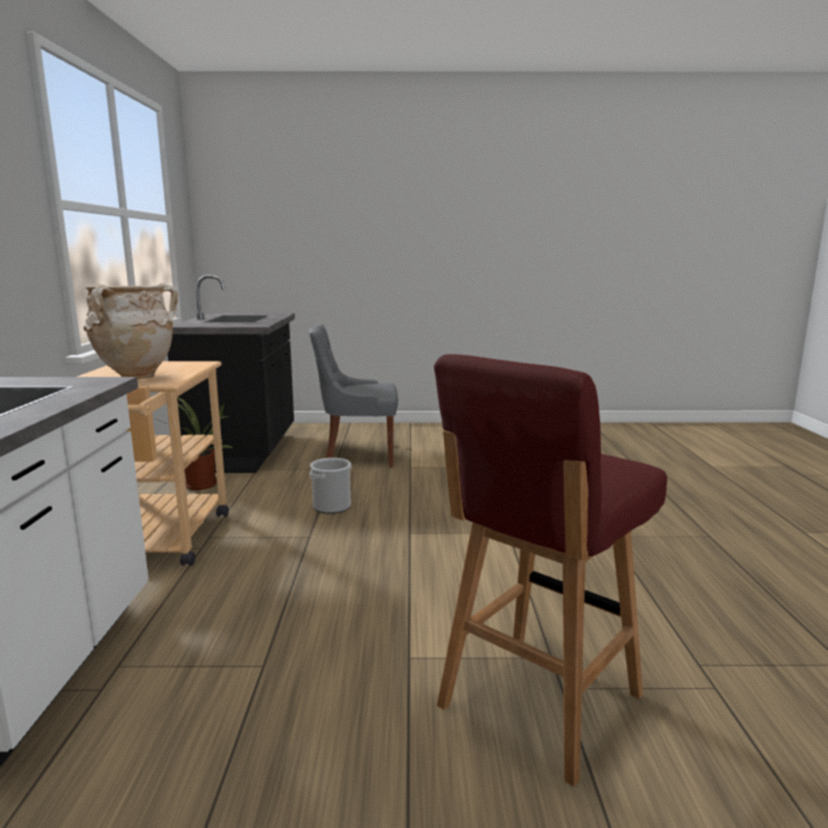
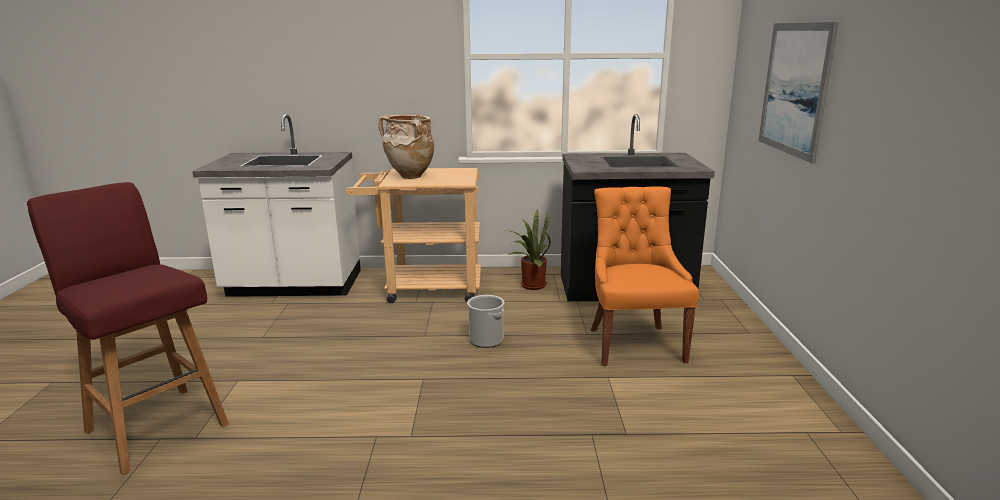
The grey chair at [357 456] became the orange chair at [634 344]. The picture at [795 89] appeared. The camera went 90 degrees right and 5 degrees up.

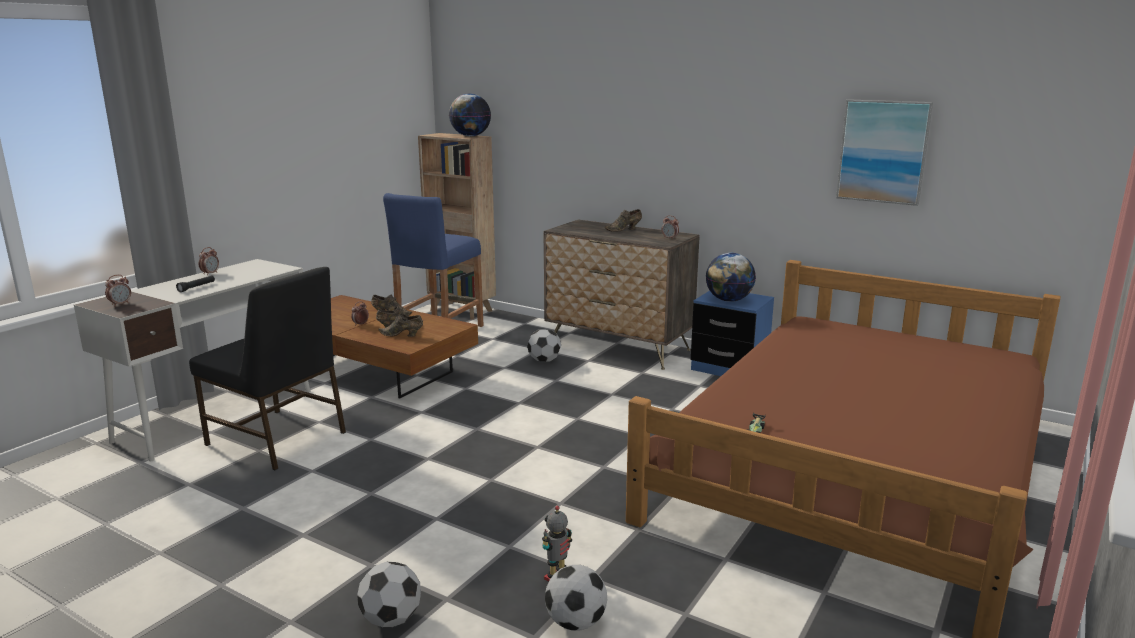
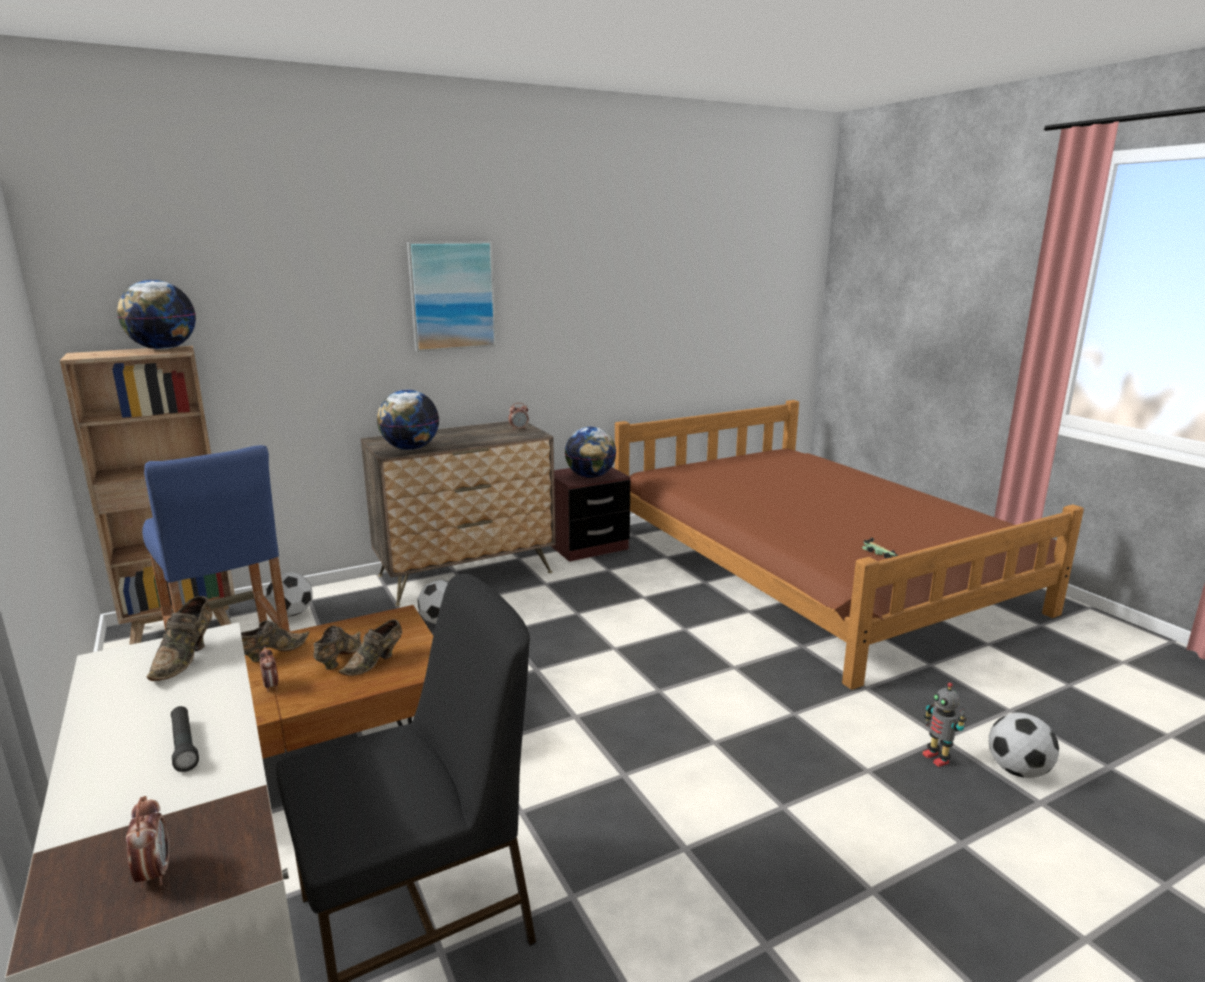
The brown shoe moved from [624 230] to [186 657]. The football moved from [391 619] to [292 614]. The globe at [410 448] appeared. The picture moved from [883 151] to [452 296]. The blue nightstand at [729 368] became the brown nightstand at [587 546]. The alarm clock at [210 273] disappeared. The camera went 60 degrees left and 0 degrees up.

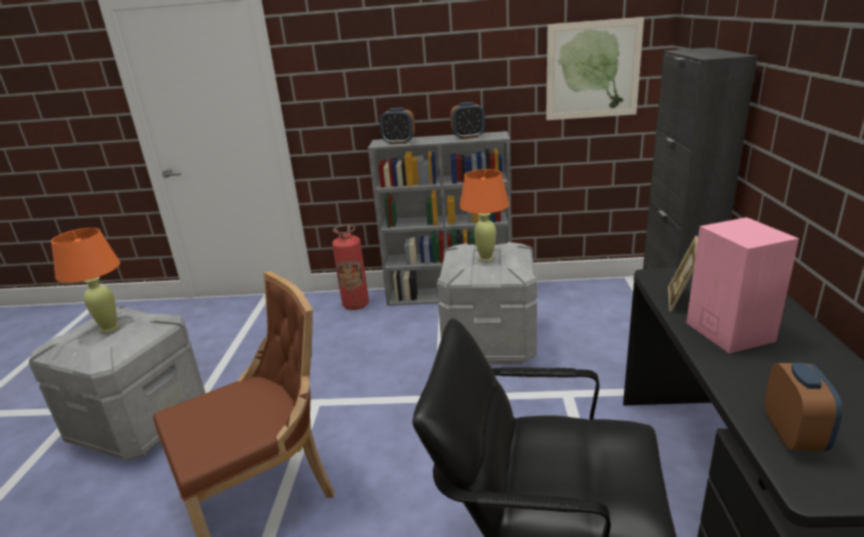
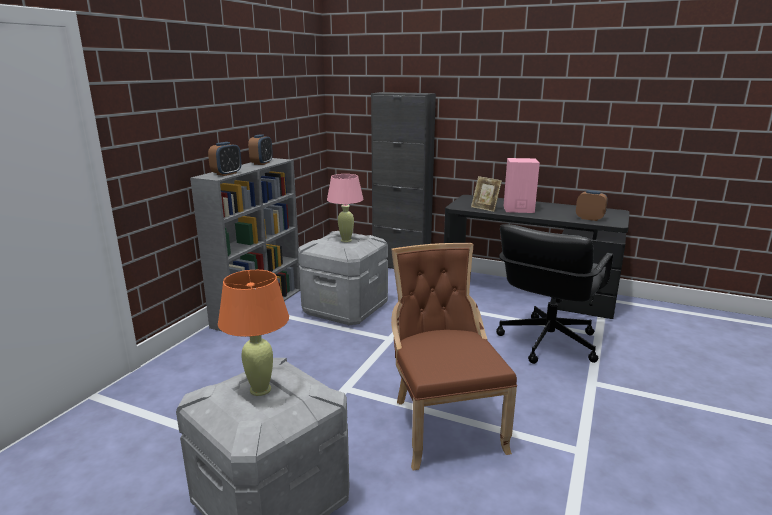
The orange table lamp at [486 258] became the pink table lamp at [346 240]. The fire extinguisher at [356 305] disappeared. The picture at [592 70] disappeared. The camera went 70 degrees left and 5 degrees down.

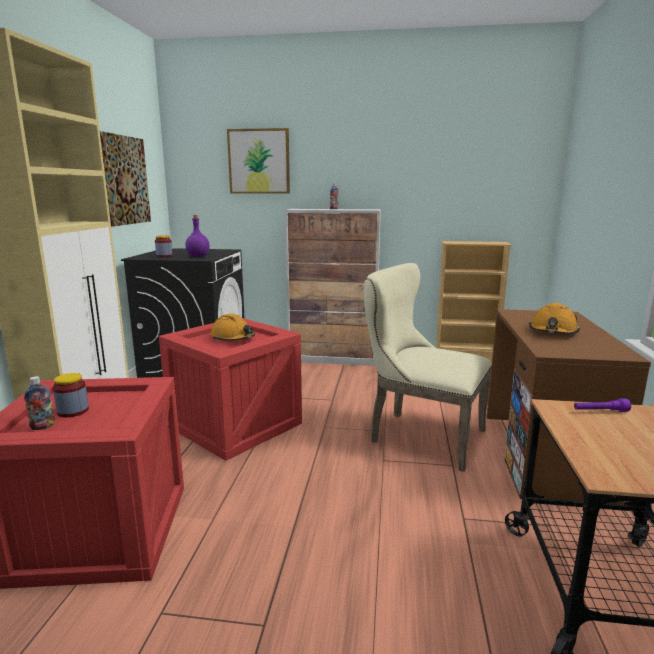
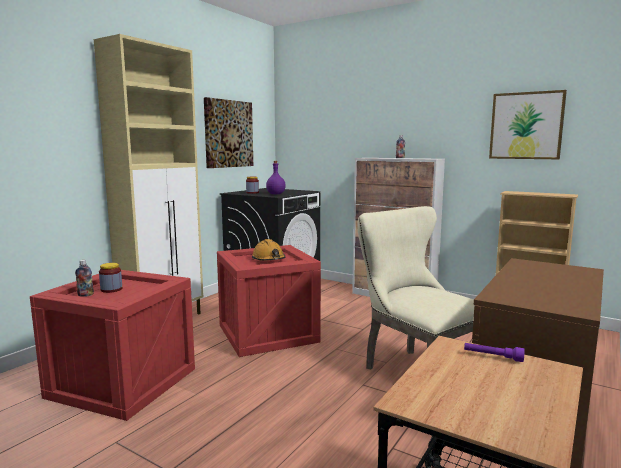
The picture moved from [259 161] to [526 126]. The orange hard hat at [553 331] disappeared. The camera went 25 degrees right and 5 degrees down.

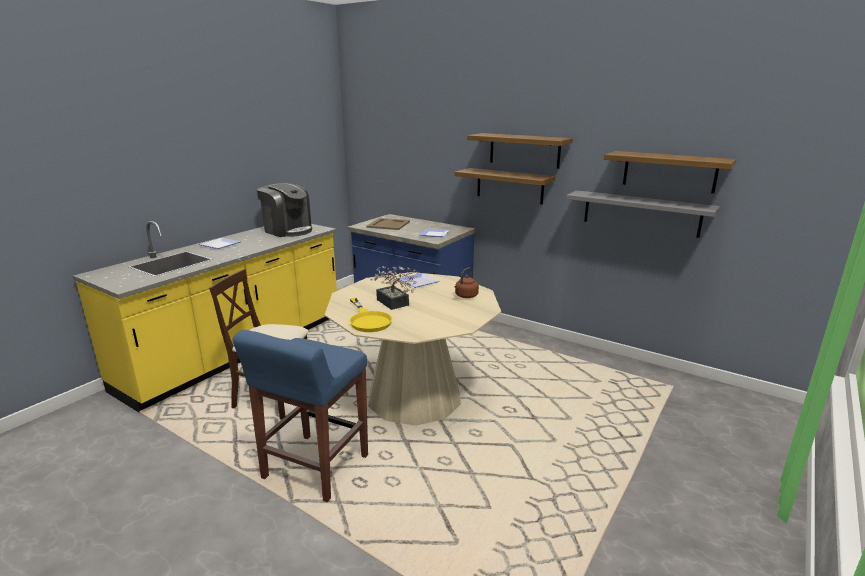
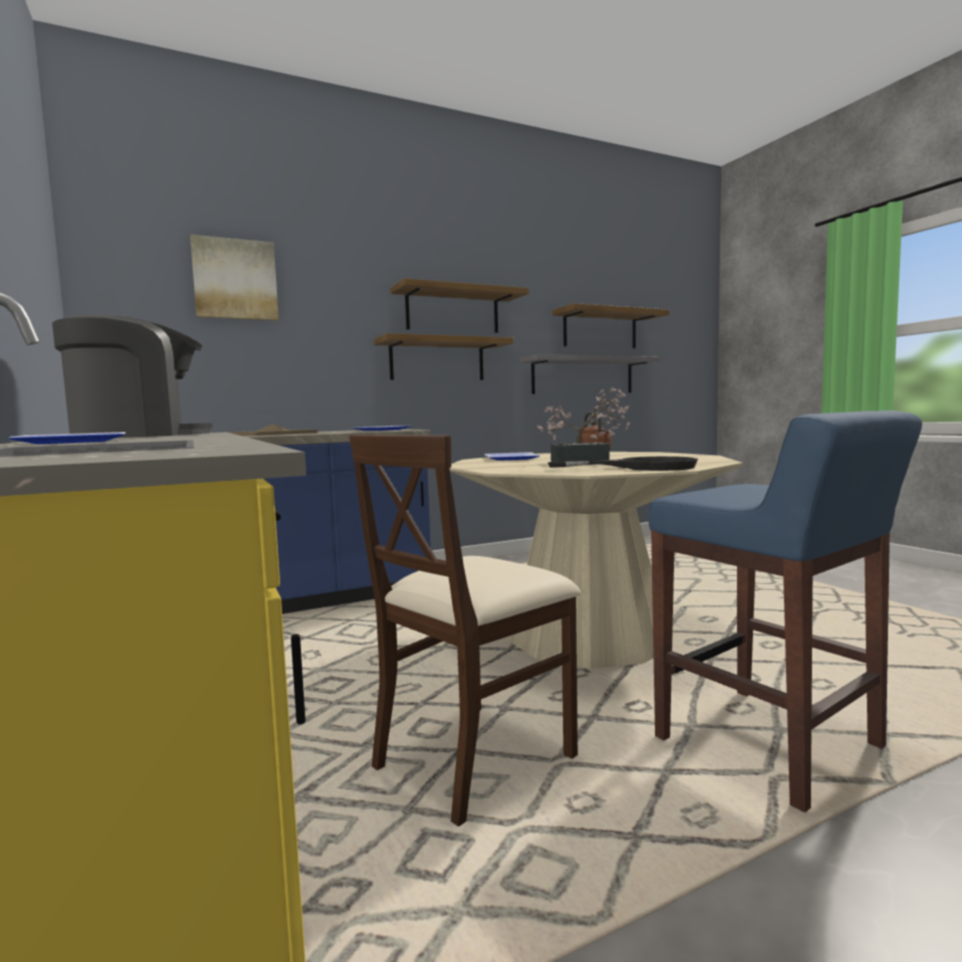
The picture at [235 279] appeared. The yellow frying pan at [368 320] became the black frying pan at [642 467]. The camera went 60 degrees left and 15 degrees down.

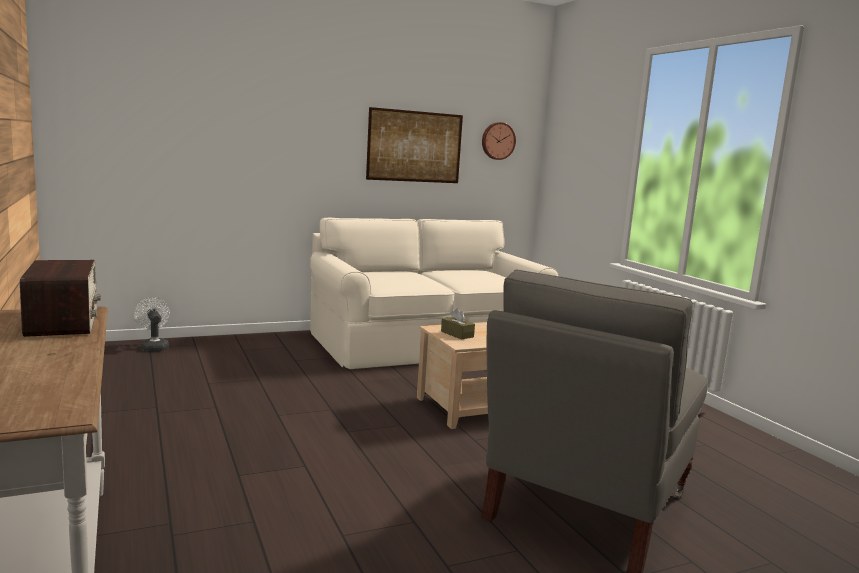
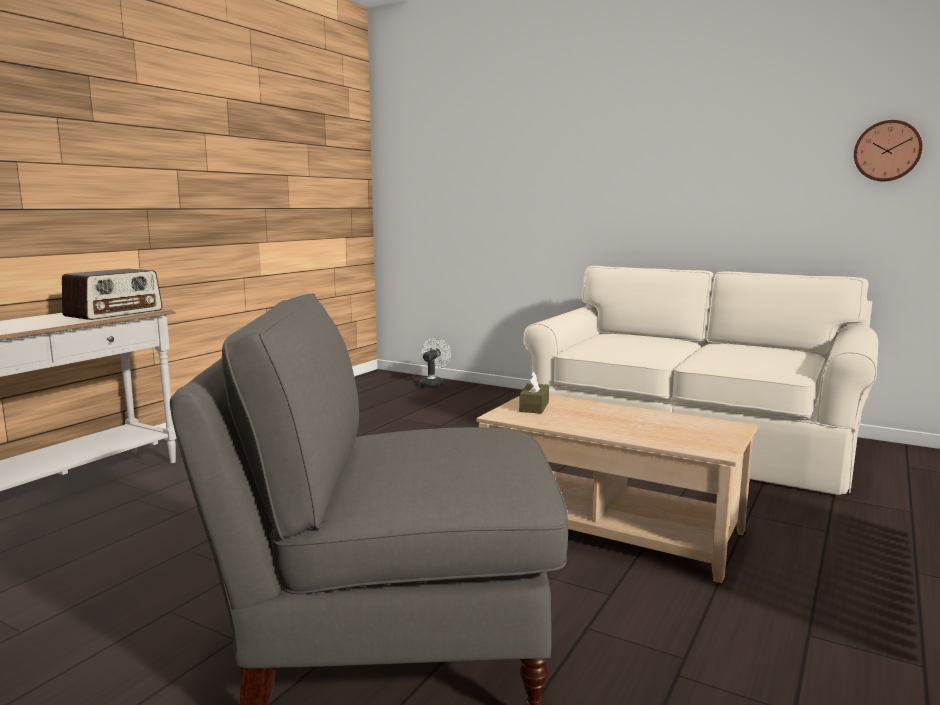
The picture at [415 146] disappeared. The camera went 55 degrees right and 0 degrees up.

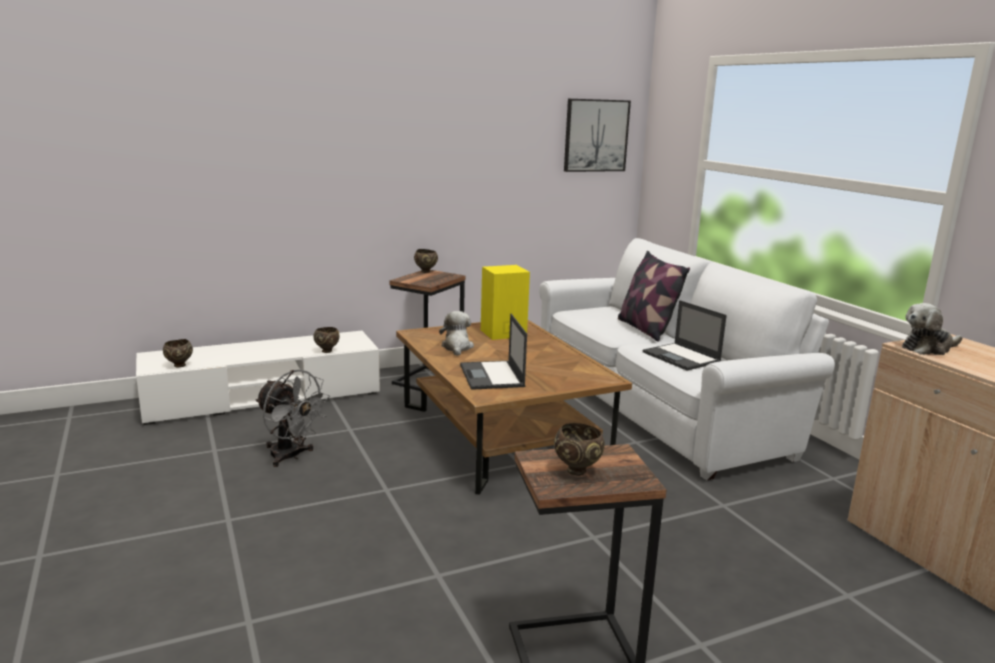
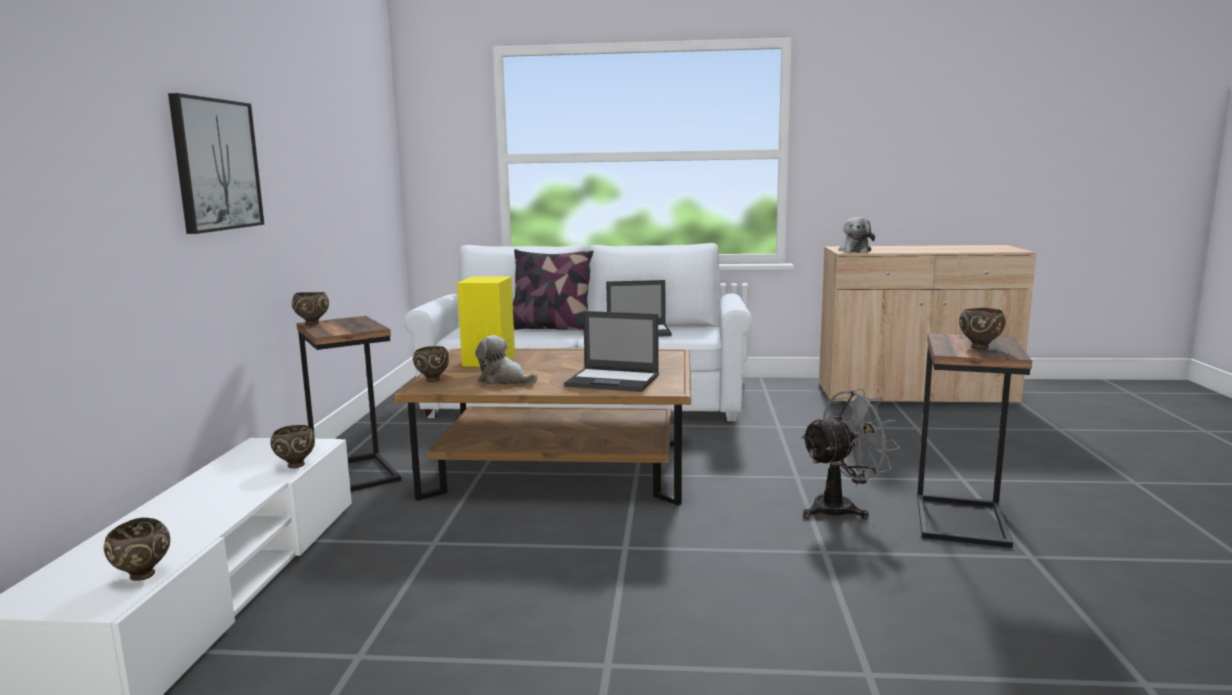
The picture moved from [596 135] to [216 165]. The brown bowl at [432 380] appeared. The grey fan moved from [291 456] to [841 508]. The camera went 60 degrees left and 5 degrees down.

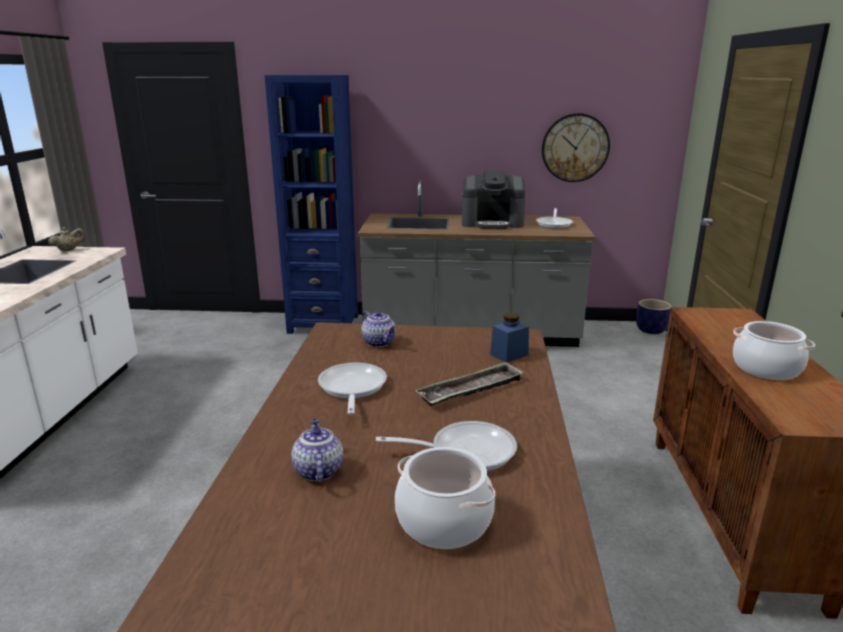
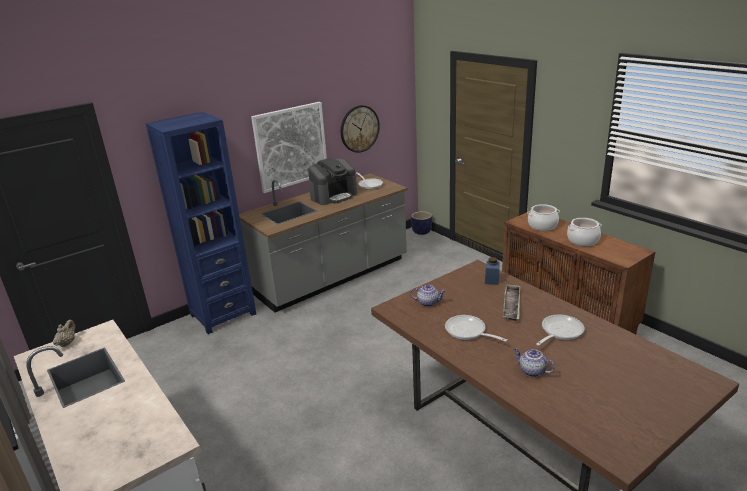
The picture at [291 146] appeared. The cooking pot moved from [444 521] to [542 226]. The camera went 40 degrees left and 5 degrees up.

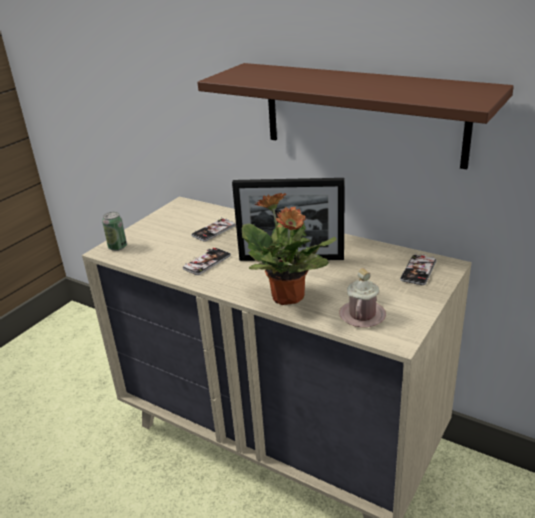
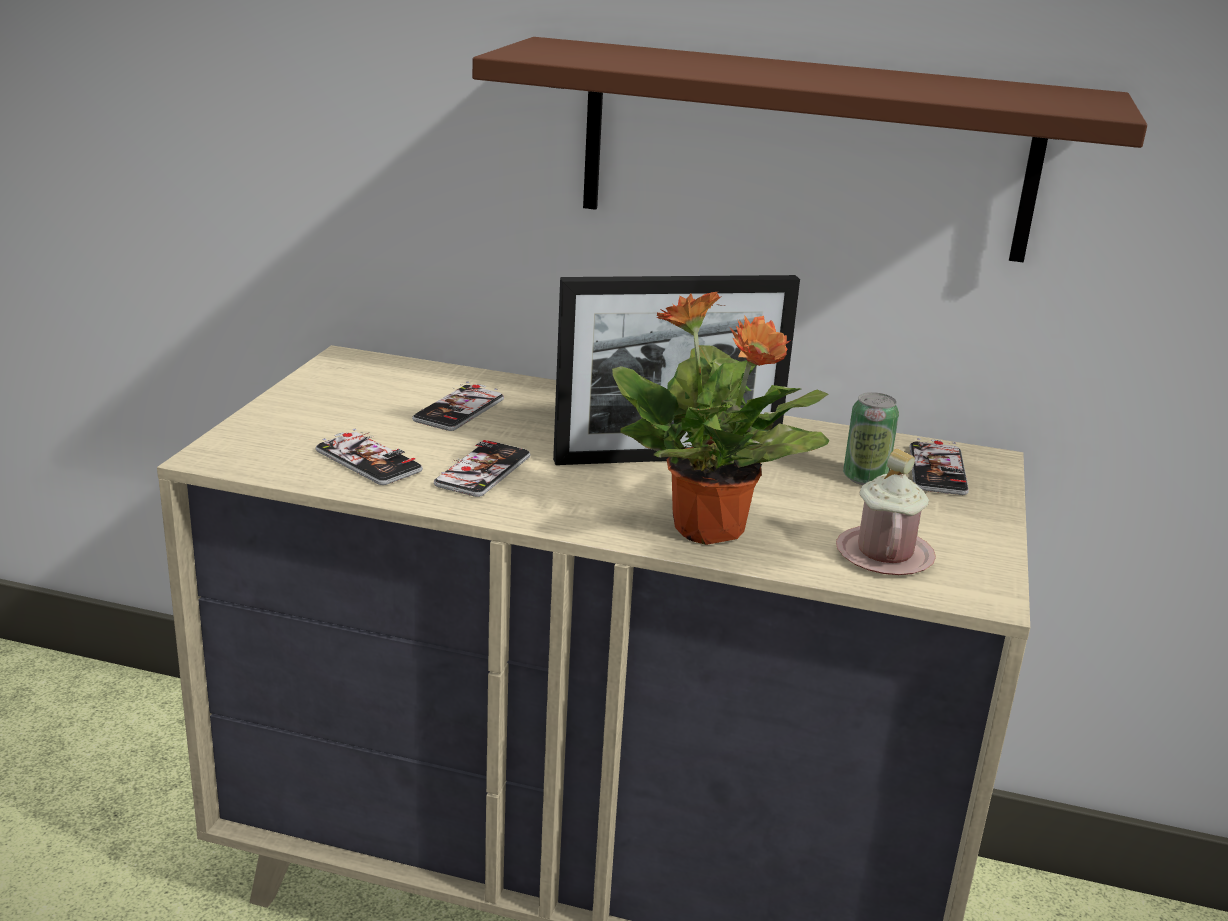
The phone at [368 461] appeared. The can moved from [117 247] to [865 478]. The camera went 20 degrees left and 5 degrees down.

